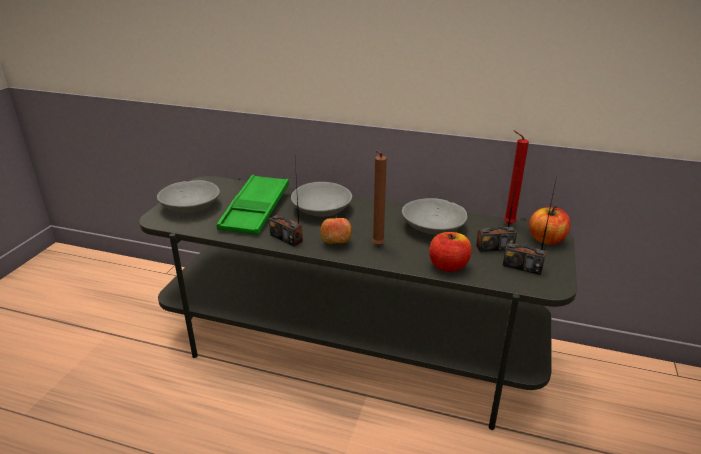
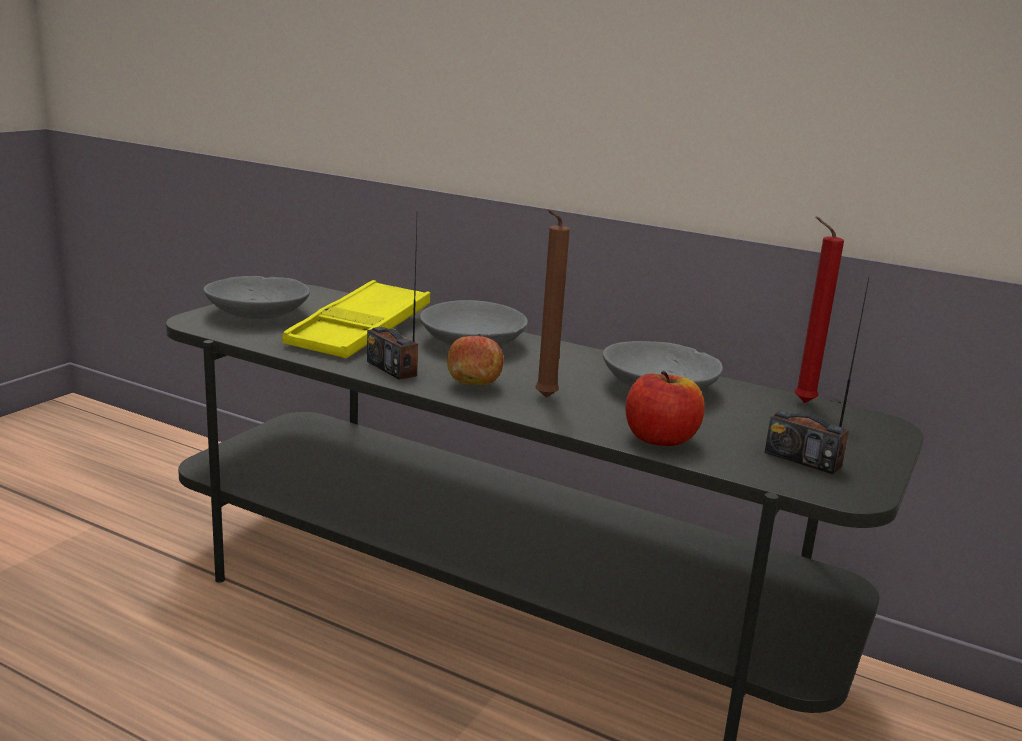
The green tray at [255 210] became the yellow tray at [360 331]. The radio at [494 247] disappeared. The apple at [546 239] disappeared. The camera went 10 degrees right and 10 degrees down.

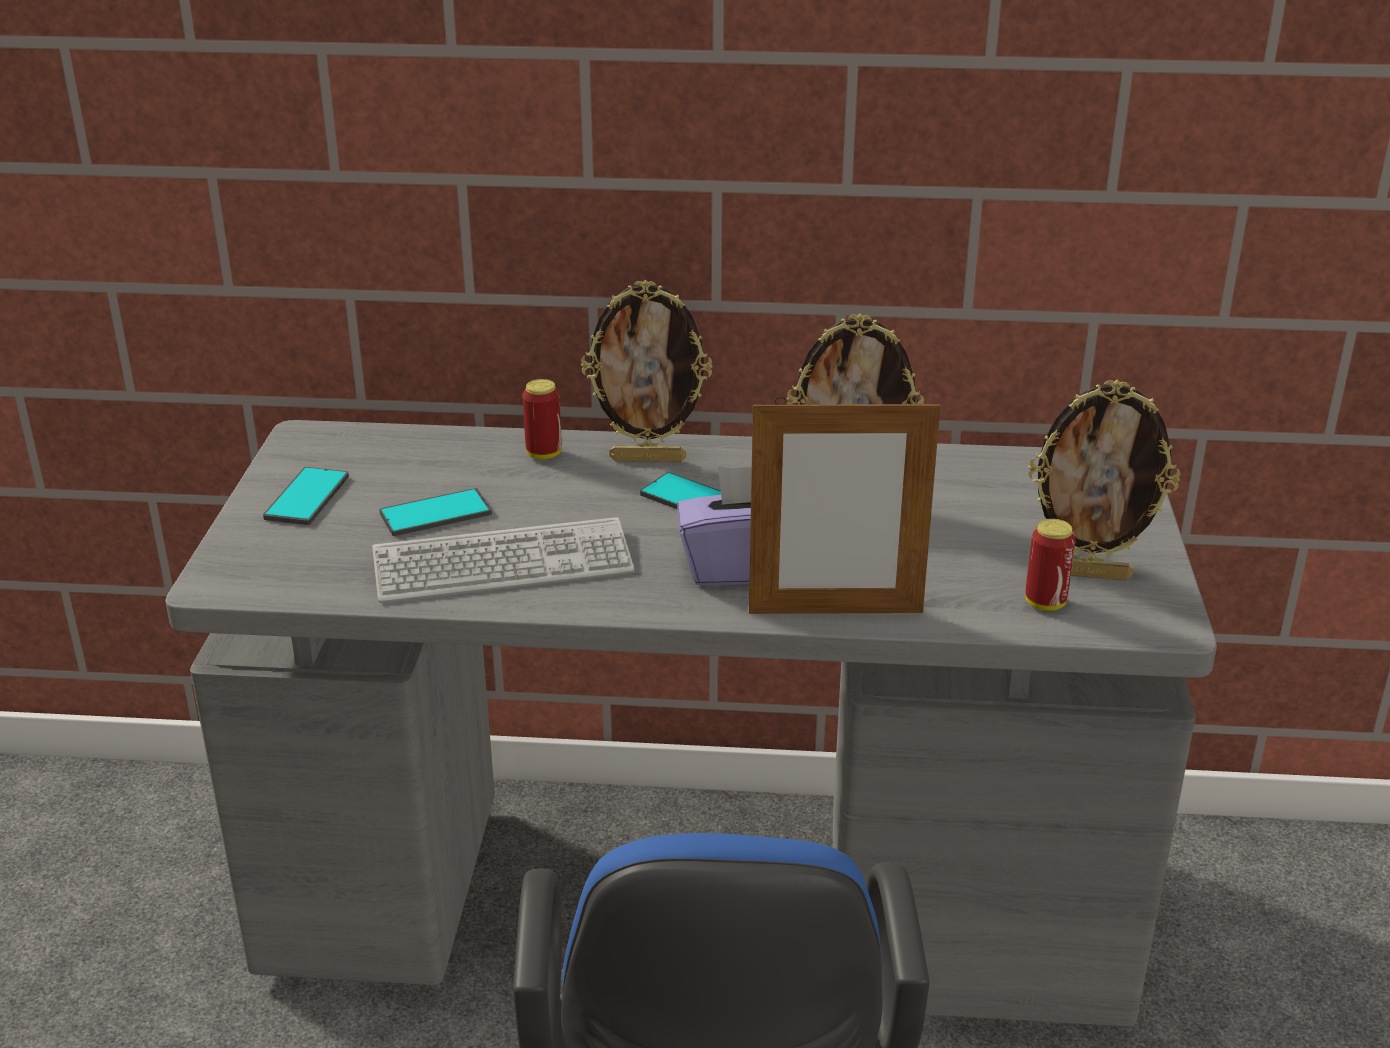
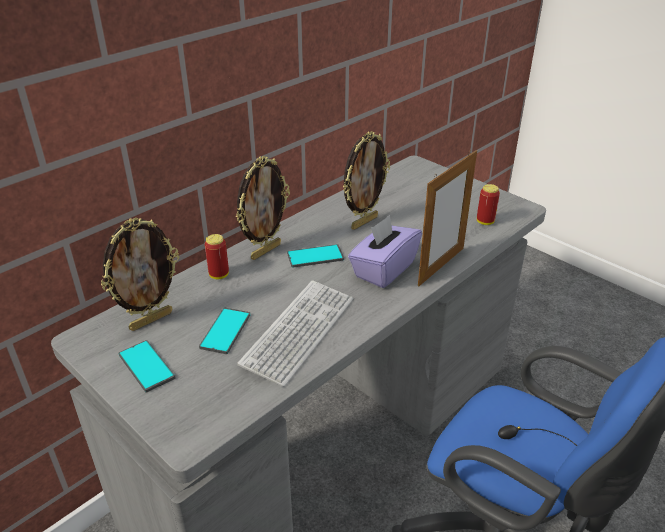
The picture frame moved from [1088 573] to [151 320]. The camera went 50 degrees left and 5 degrees up.

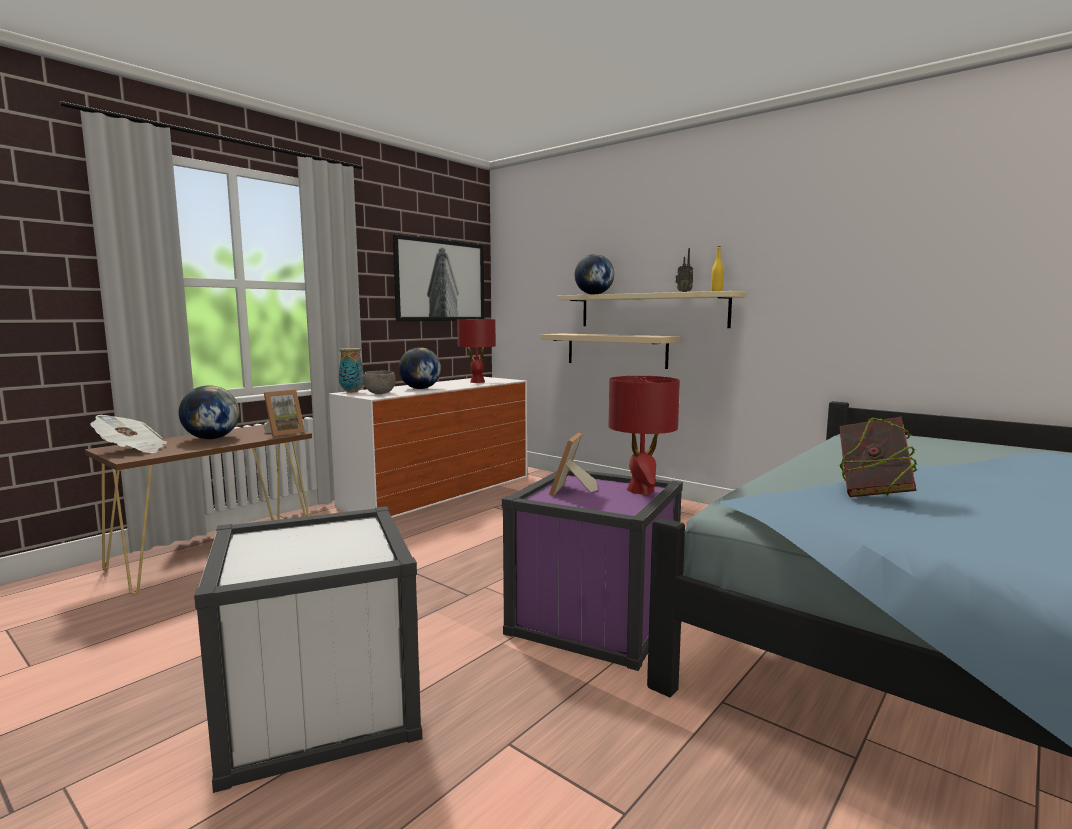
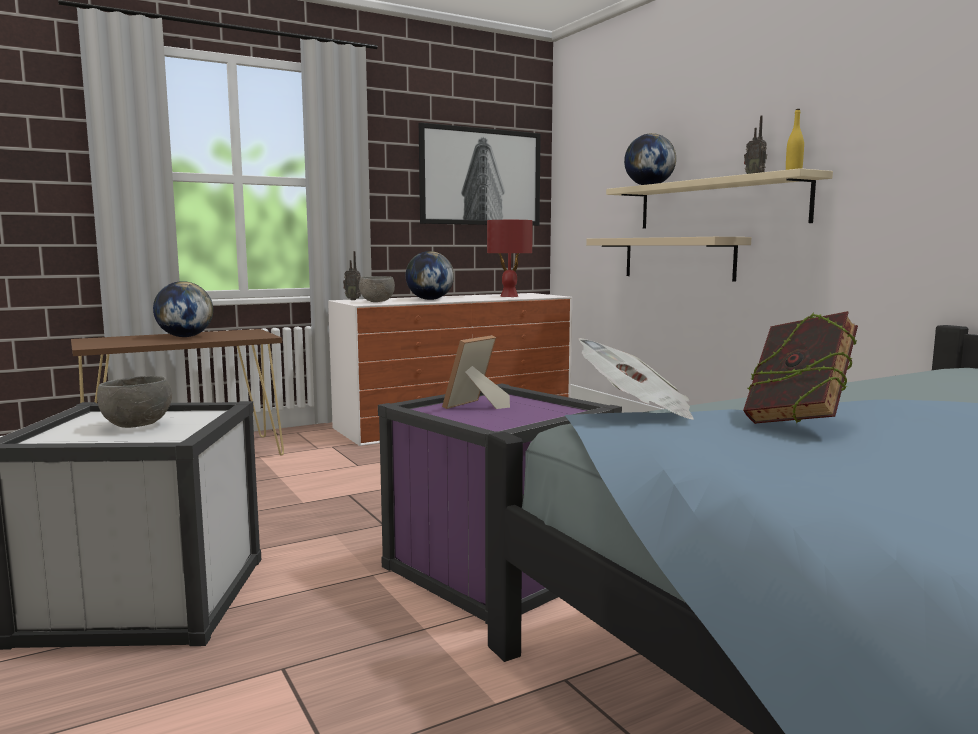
The grey bowl at [138 425] appeared. The vase at [352 392] was replaced by the radio at [353 299]. The newspaper moved from [132 450] to [637 410]. The picture frame at [284 433] disappeared. The red table lamp at [641 490] disappeared. The camera went 20 degrees right and 0 degrees up.

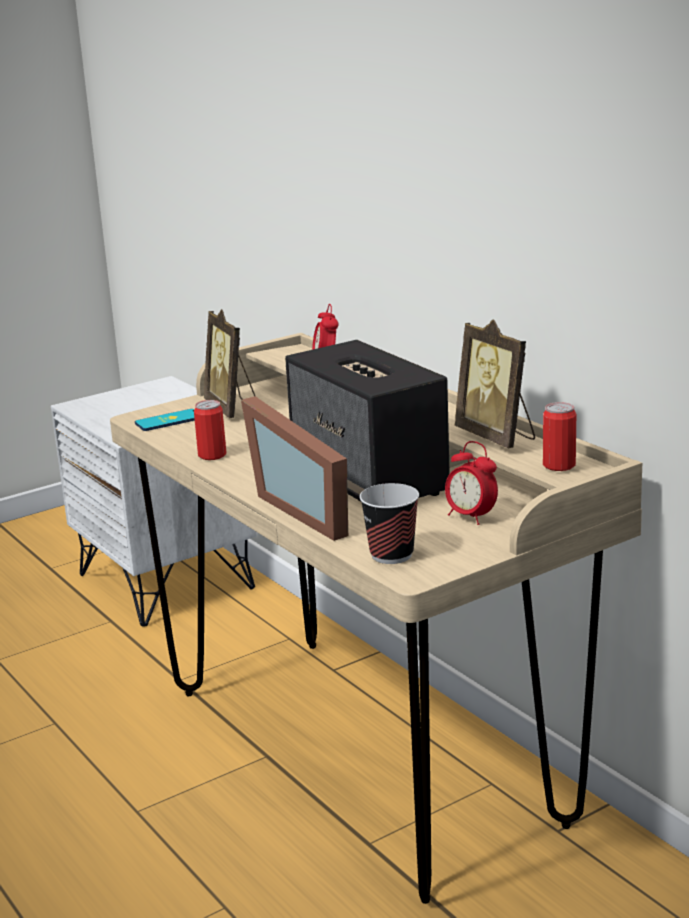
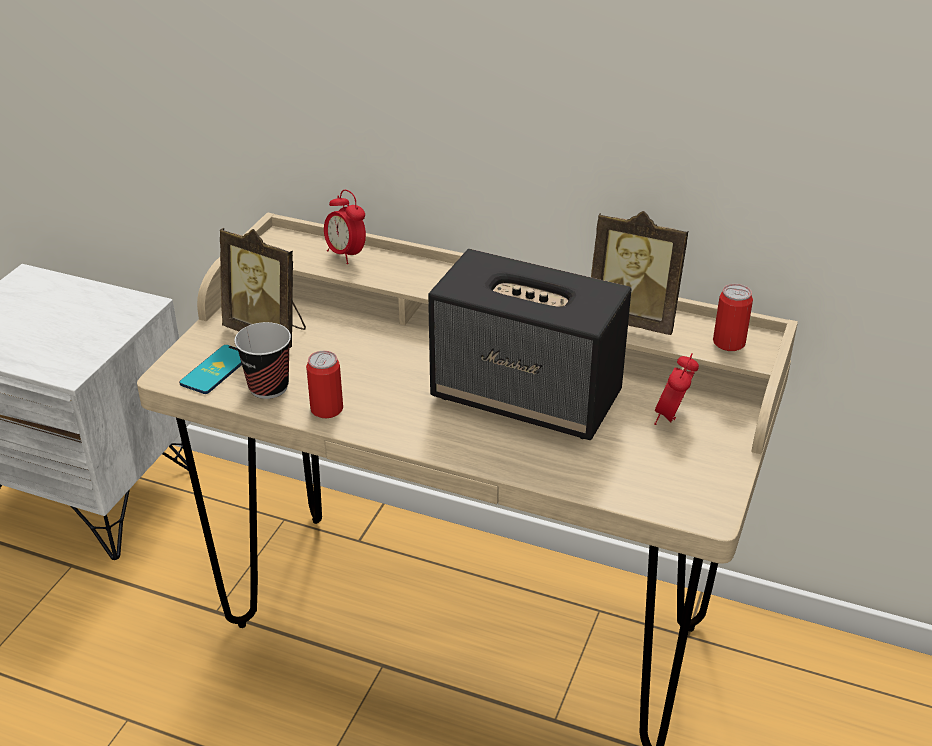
The cup moved from [391 555] to [268 387]. The alarm clock at [471 517] turned 105 degrees clockwise. The picture frame at [310 509] disappeared. The camera went 35 degrees left and 15 degrees up.

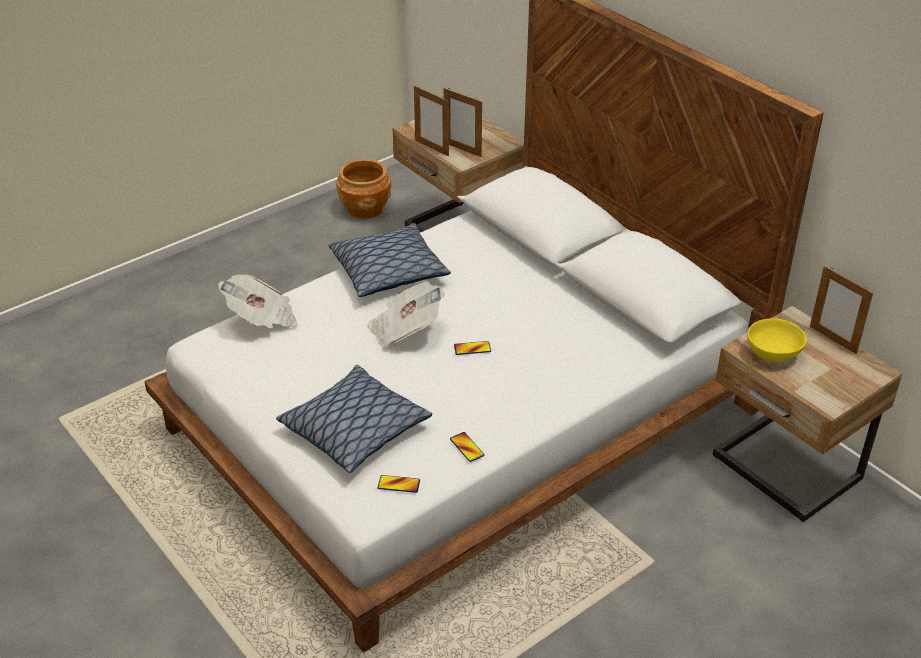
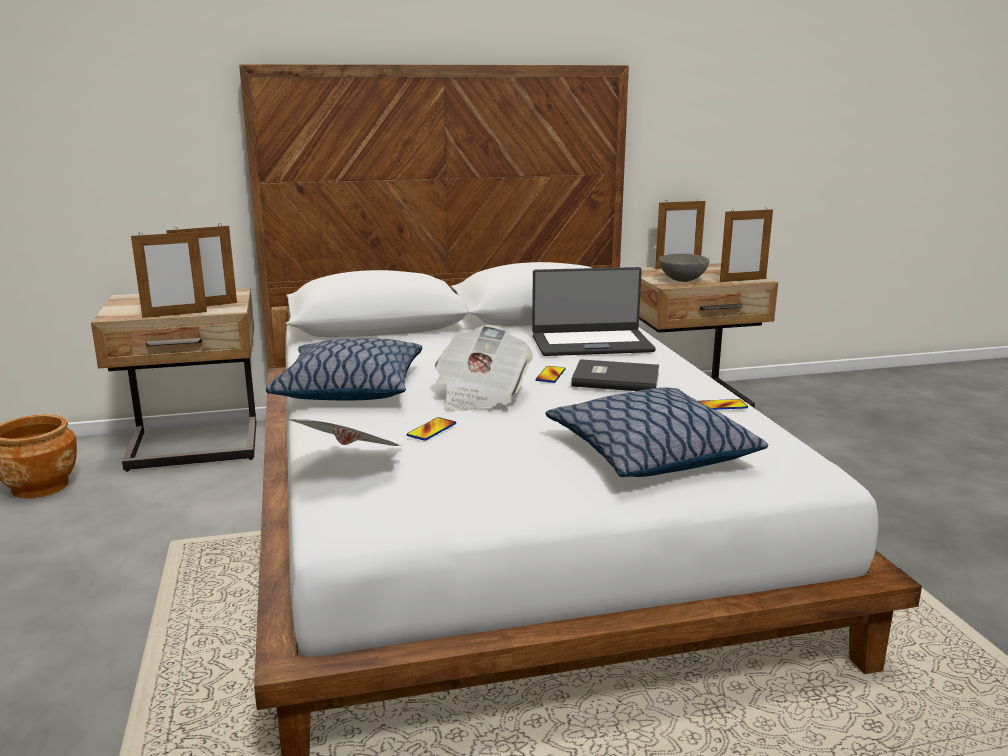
The phone moved from [399 484] to [431 430]. The laptop at [591 343] appeared. The grey book at [614 378] appeared. The yellow bowl at [773 354] became the grey bowl at [683 280]. The picture frame at [743 280] appeared. The camera went 65 degrees left and 20 degrees down.

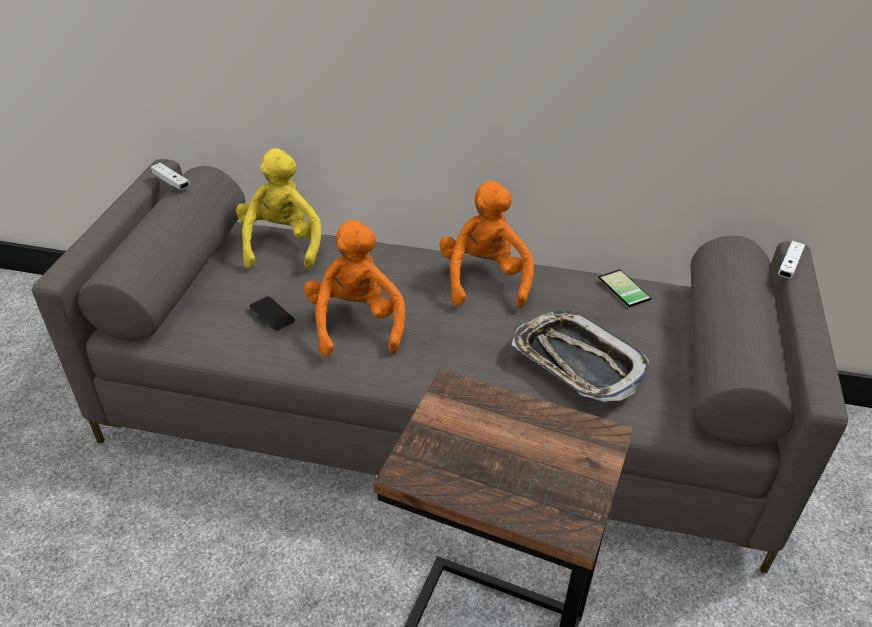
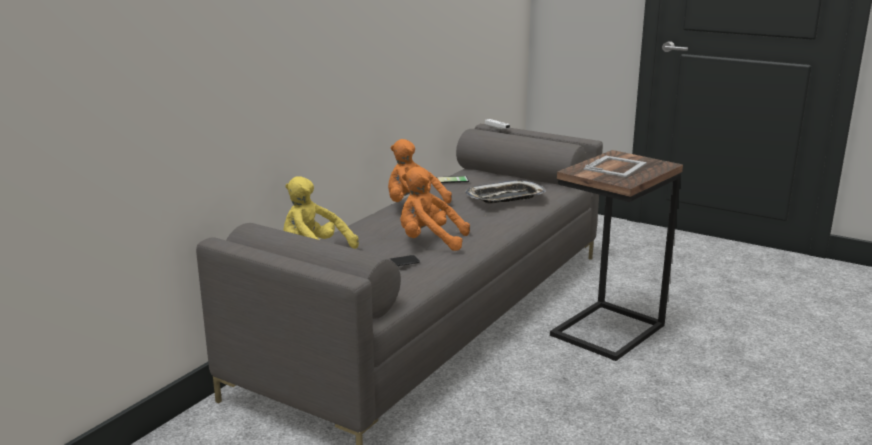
The picture frame at [616 166] appeared. The white game controller at [171 182] disappeared. The camera went 70 degrees left and 20 degrees down.

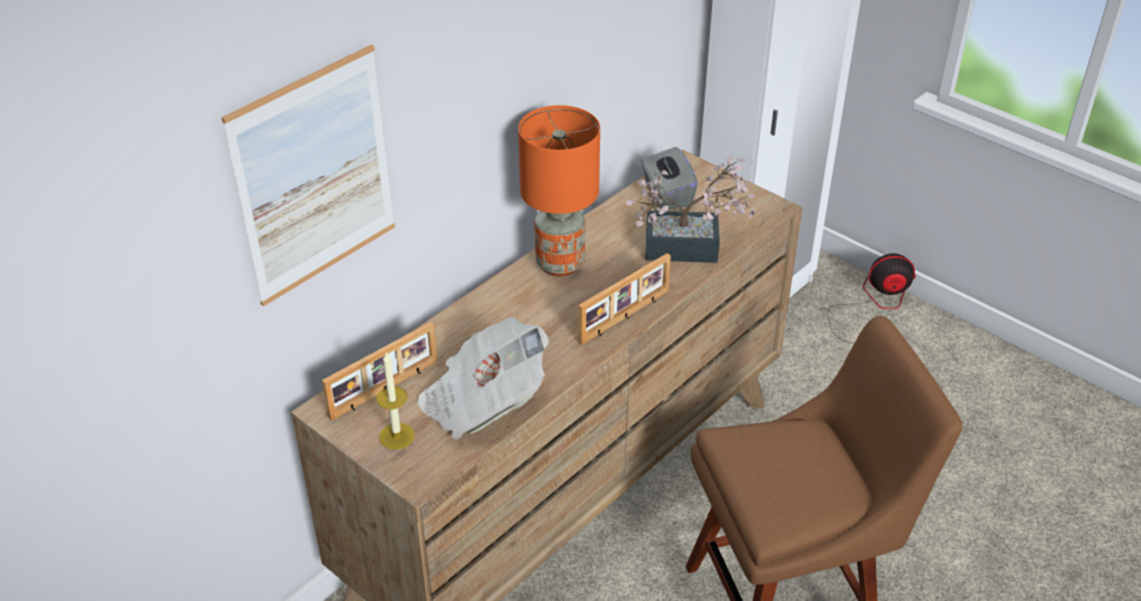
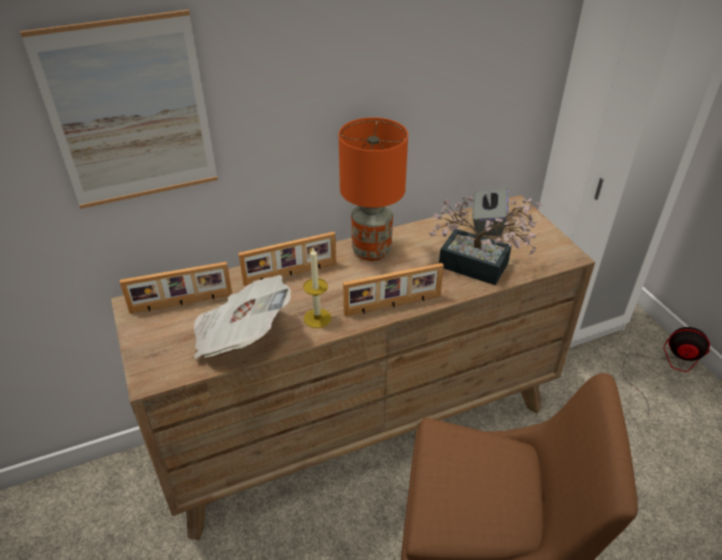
The picture frame at [291 274] appeared. The candle moved from [397 436] to [317 318]. The camera went 25 degrees right and 0 degrees up.

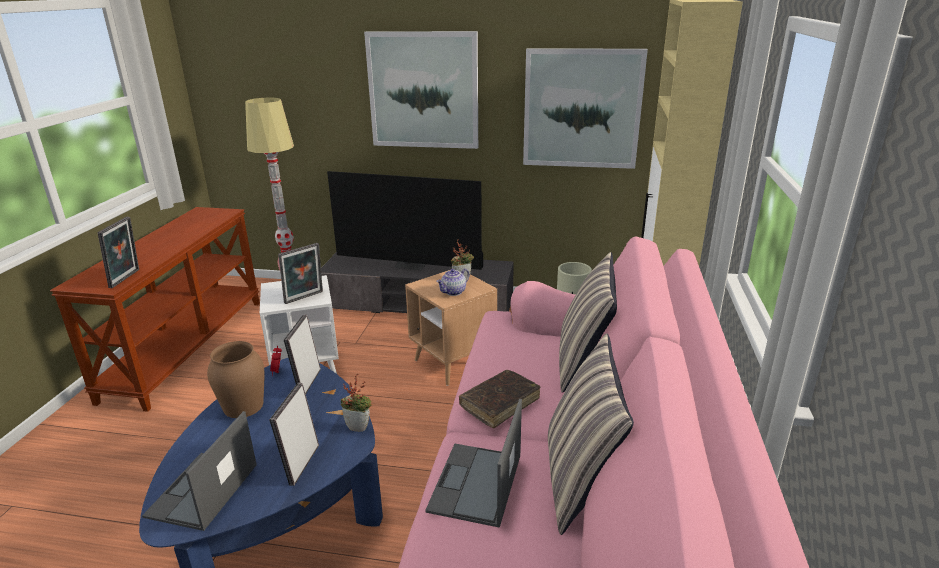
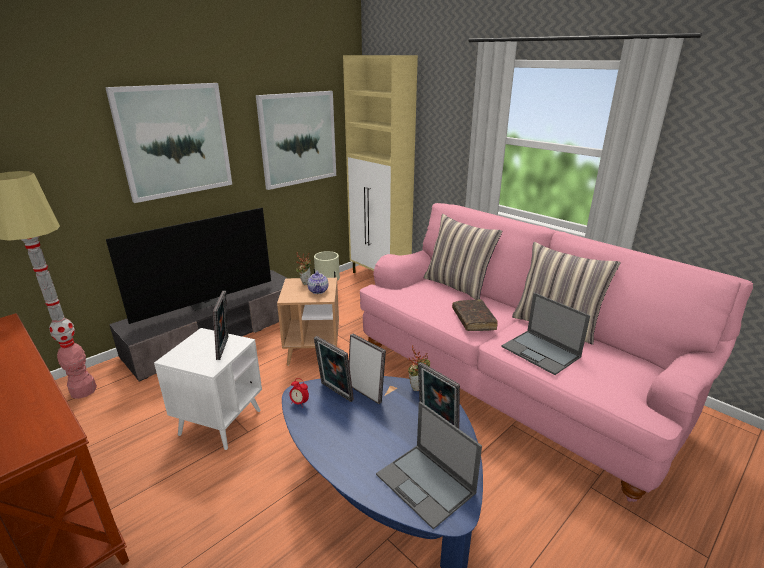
The picture frame moved from [127 278] to [366 392]. The brown vase at [244 406] disappeared. The camera went 55 degrees left and 0 degrees up.

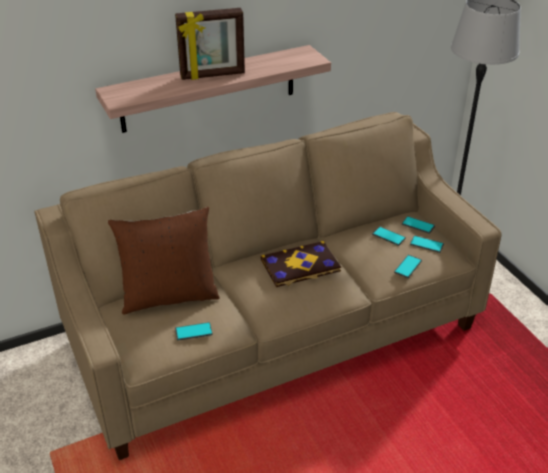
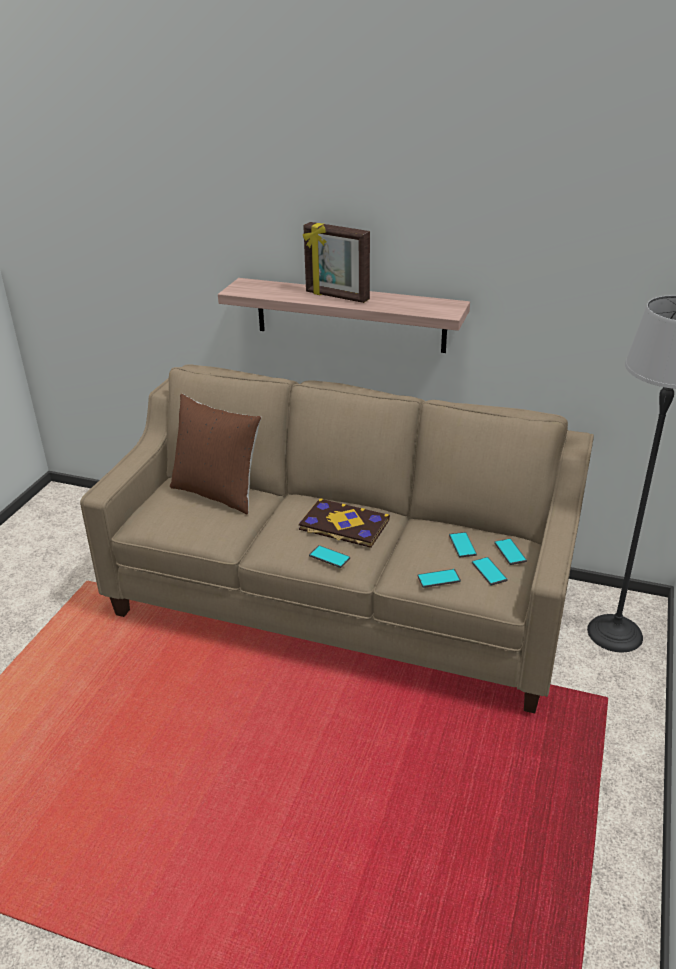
The phone moved from [193 332] to [329 557]. The camera went 45 degrees right and 5 degrees down.

